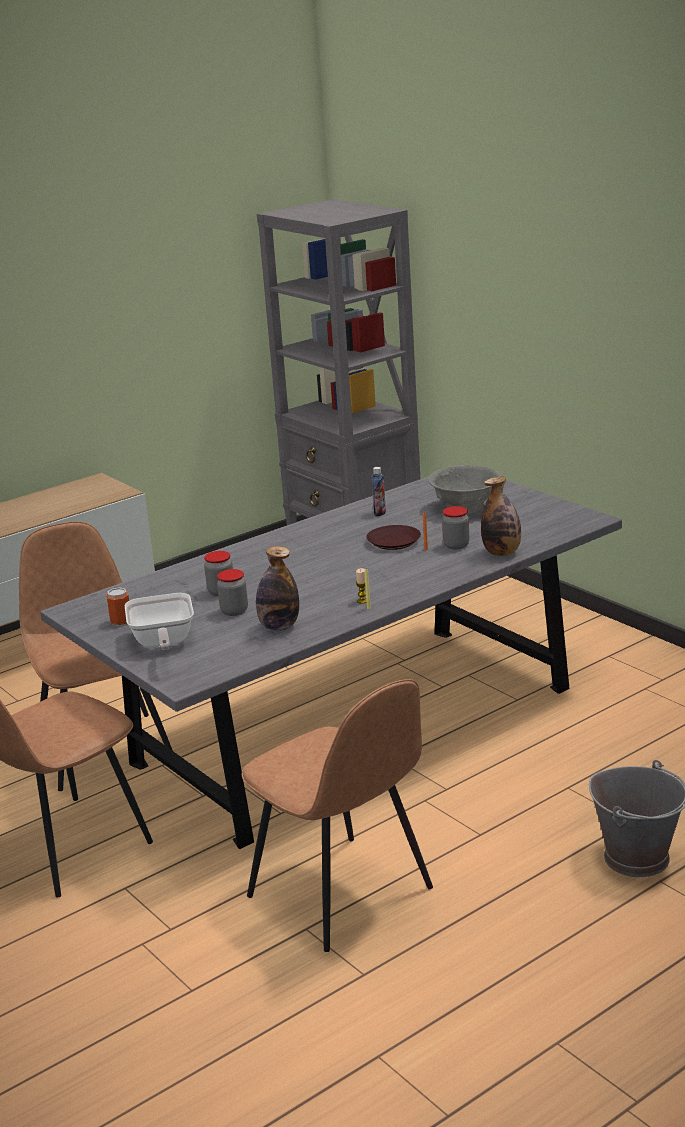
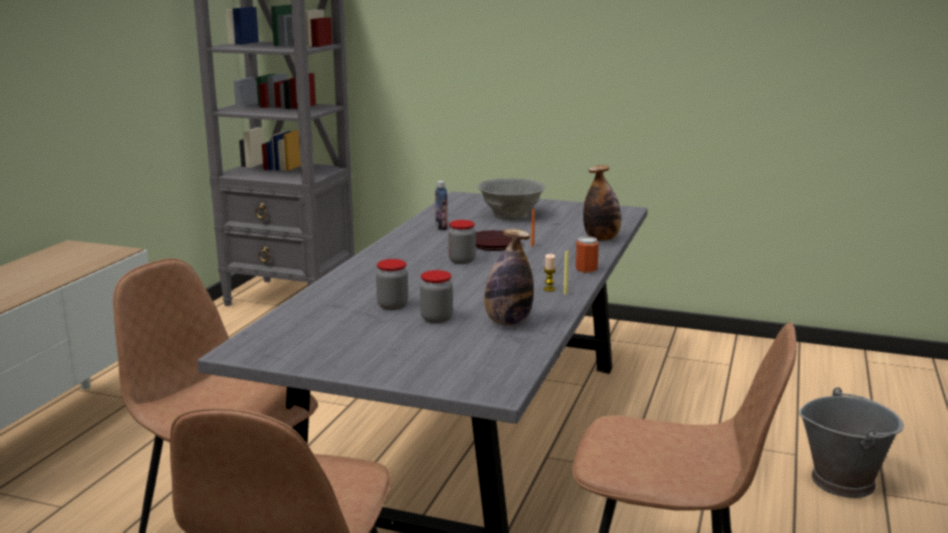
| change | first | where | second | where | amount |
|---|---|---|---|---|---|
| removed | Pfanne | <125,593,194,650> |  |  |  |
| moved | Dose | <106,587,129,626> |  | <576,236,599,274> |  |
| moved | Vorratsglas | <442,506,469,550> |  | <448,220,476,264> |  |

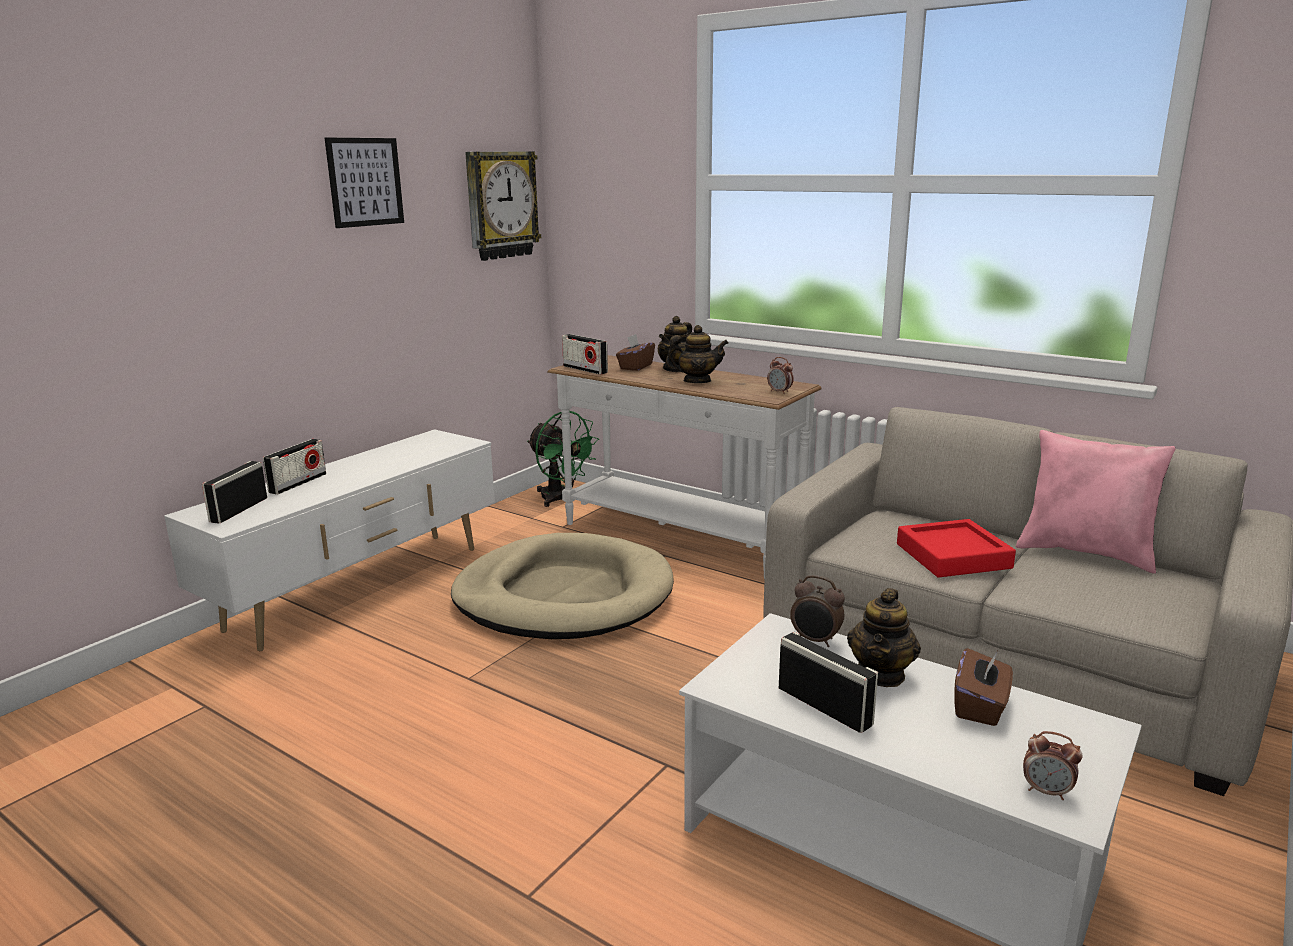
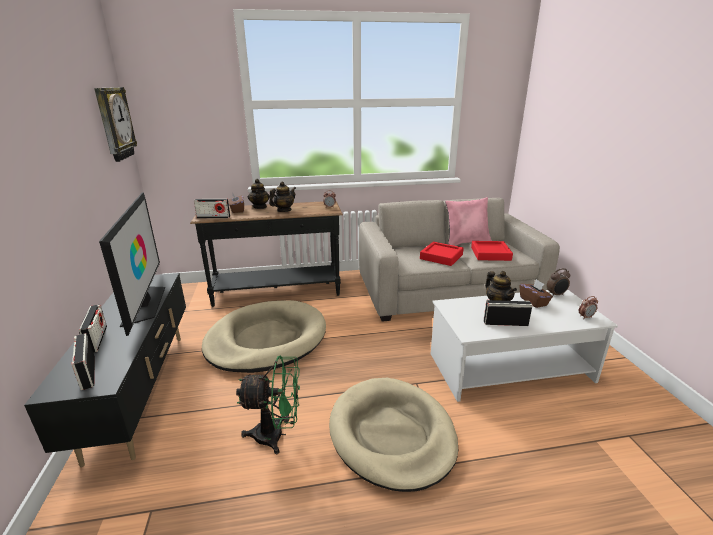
| change | first | where | second | where | amount |
|---|---|---|---|---|---|
| removed | Bild | <325,138,404,228> |  |  |  |
| added |  |  | Fernseher | <99,192,165,336> |  |
| added |  |  | Hundebett (beige) | <329,378,458,492> |  |
| added |  |  | Tablett (rot) | <471,241,513,261> |  |
| moved | Ventilator (grün) | <527,411,599,507> |  | <236,356,300,455> |  |
| moved | Wecker | <790,575,845,647> |  | <547,268,570,296> |  |
| recoloured | Fernsehschrank (weiß) | <164,429,495,651> | Fernsehschrank (schwarz) | <24,273,186,467> |  |
| recoloured | Konsolentisch (weiß) | <547,355,822,579> | Konsolentisch (schwarz) | <190,201,343,307> |  |

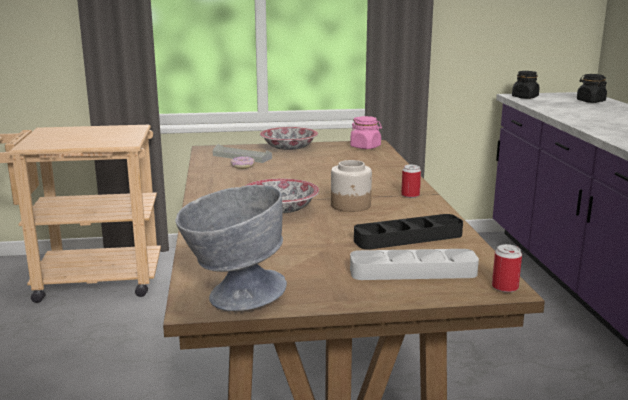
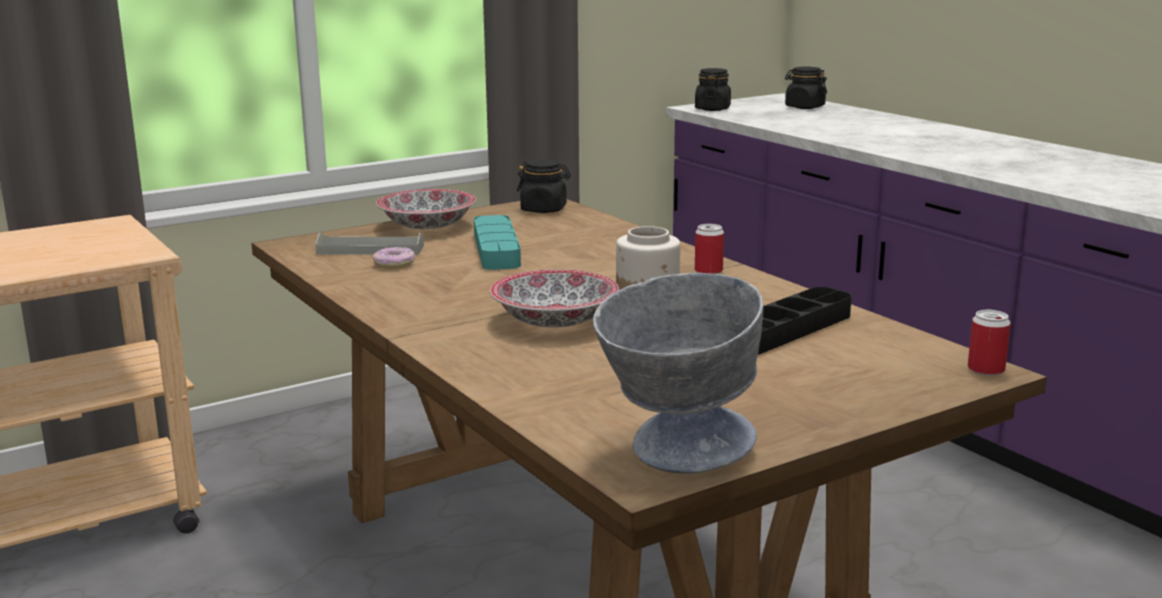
| change | first | where | second | where | amount |
|---|---|---|---|---|---|
| removed | Tablett (grau) | <350,249,479,280> |  |  |  |
| added |  |  | Tablett (türkis) | <474,215,521,270> |  |
| recoloured | Vorratsglas (rosa) | <350,116,382,149> | Vorratsglas (schwarz) | <517,159,571,213> |  |

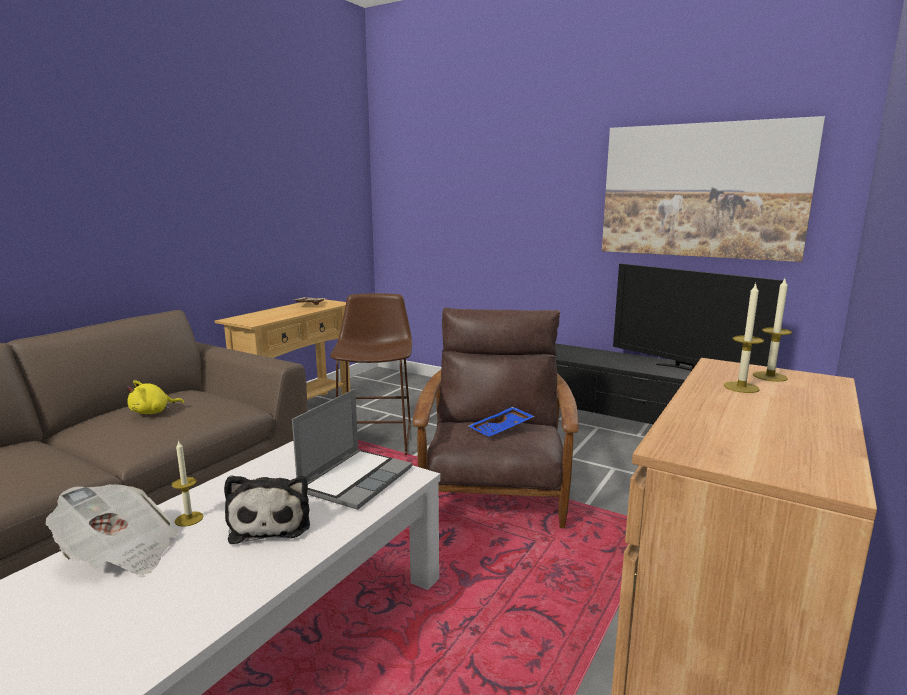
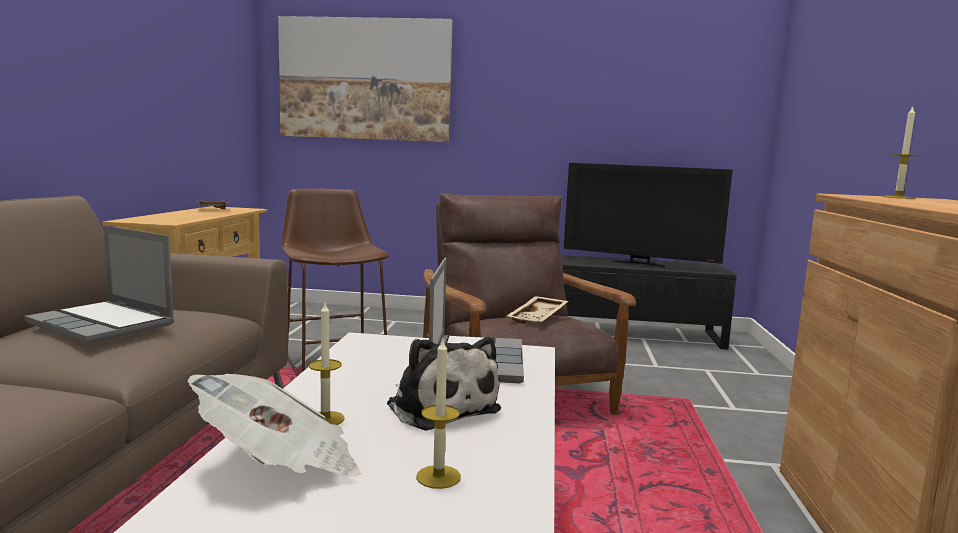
| change | first | where | second | where | amount |
|---|---|---|---|---|---|
| moved | Bild | <602,116,825,262> |  | <278,16,453,142> |  |
| moved | Kerze | <724,284,764,393> |  | <416,338,461,489> |  |
| replaced | Plüschtier (gelb) | <127,380,185,414> | Laptop | <24,225,175,344> |  |
| recoloured | Tablett (blau) | <469,407,535,437> | Tablett (beige) | <507,296,568,323> |  |

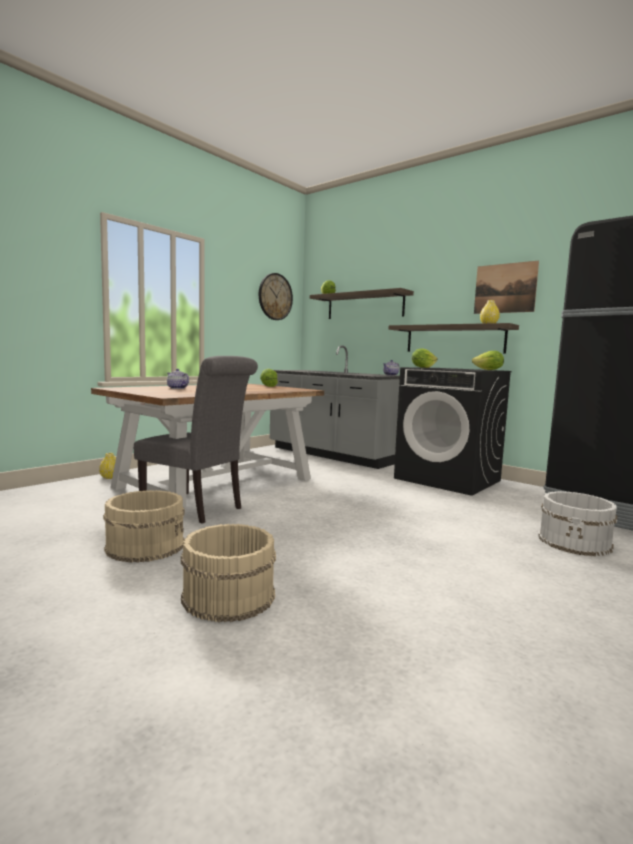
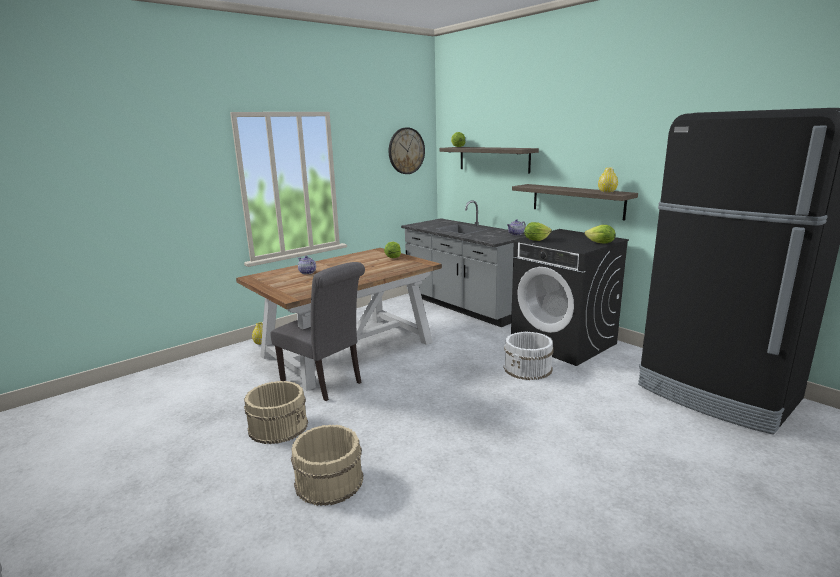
| change | first | where | second | where | amount |
|---|---|---|---|---|---|
| removed | Bild | <474,260,539,314> |  |  |  |
| moved | Eimer (weiß) | <538,491,617,556> |  | <504,332,554,380> |  |

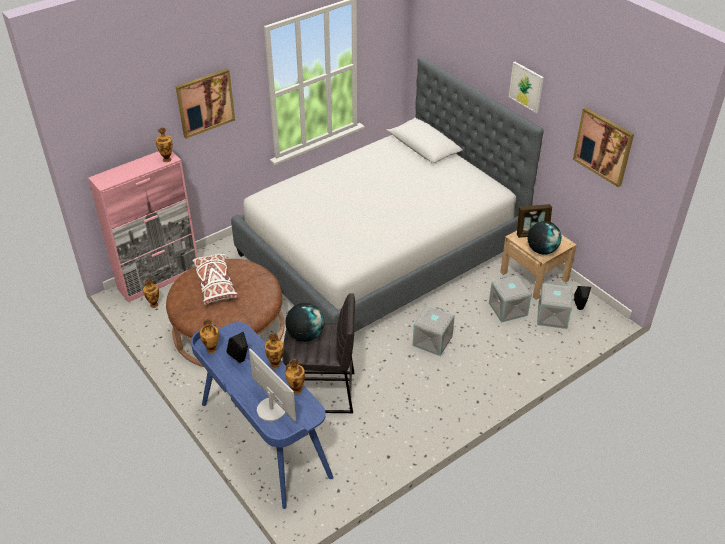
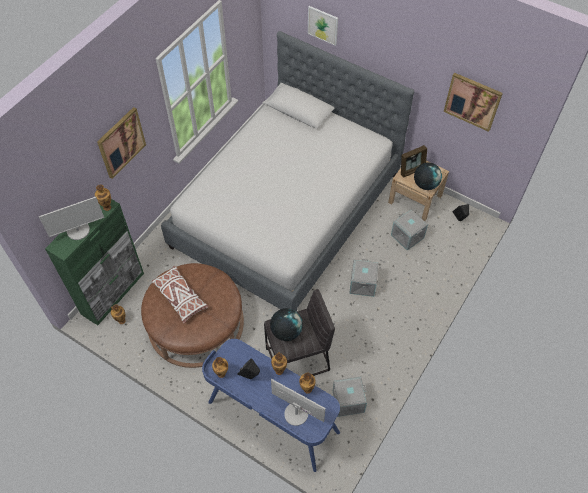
| change | first | where | second | where | amount |
|---|---|---|---|---|---|
| added |  |  | Monitor | <39,197,104,240> |  |
| moved | Bild | <509,62,544,113> |  | <308,6,338,46> |  |
| moved | Aufbewahrungsbox (grau) | <537,283,574,329> |  | <333,377,367,417> |  |
| recoloured | Schrank (rosa) | <88,151,198,303> | Schrank (grün) | <45,199,144,325> |  |

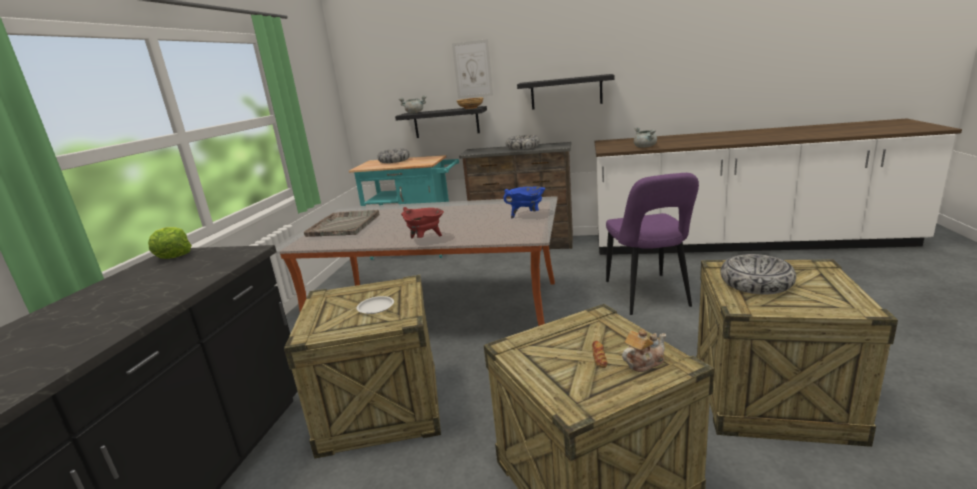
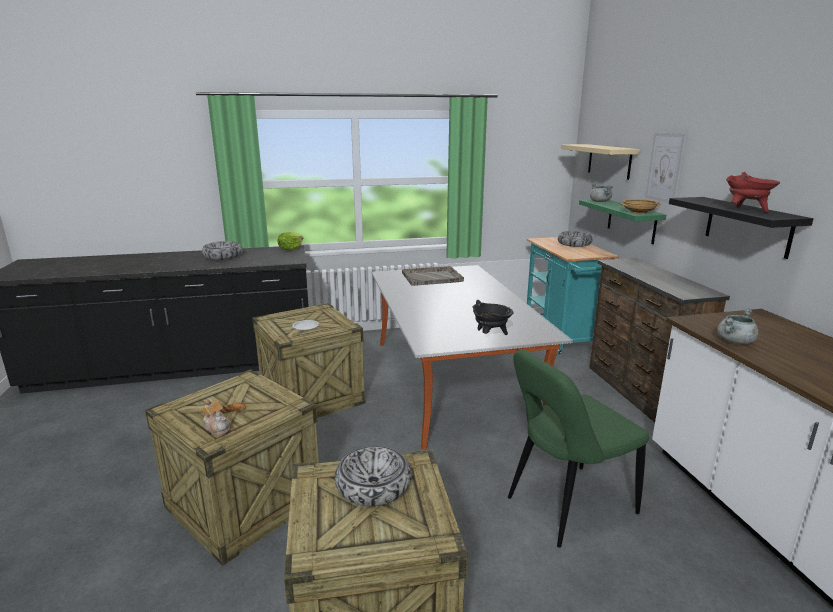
| change | first | where | second | where | amount |
|---|---|---|---|---|---|
| added |  |  | Wandregal (beige) | <561,144,640,180> |  |
| moved | Kochtopf (rot) | <401,207,444,239> |  | <726,172,780,213> |  |
| moved | Schüssel | <506,135,540,150> |  | <202,241,242,260> |  |
| recoloured | Wandregal (schwarz) | <395,106,487,138> | Wandregal (grün) | <579,199,666,244> |  |
| recoloured | Kochtopf (blau) | <503,186,545,218> | Kochtopf (schwarz) | <472,300,514,335> |  |
| recoloured | Stuhl (lila) | <606,173,699,315> | Stuhl (grün) | <508,349,649,548> |  |

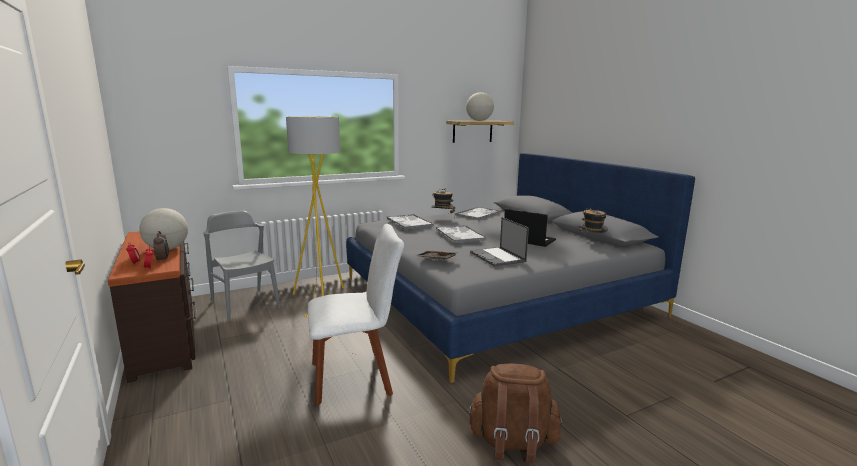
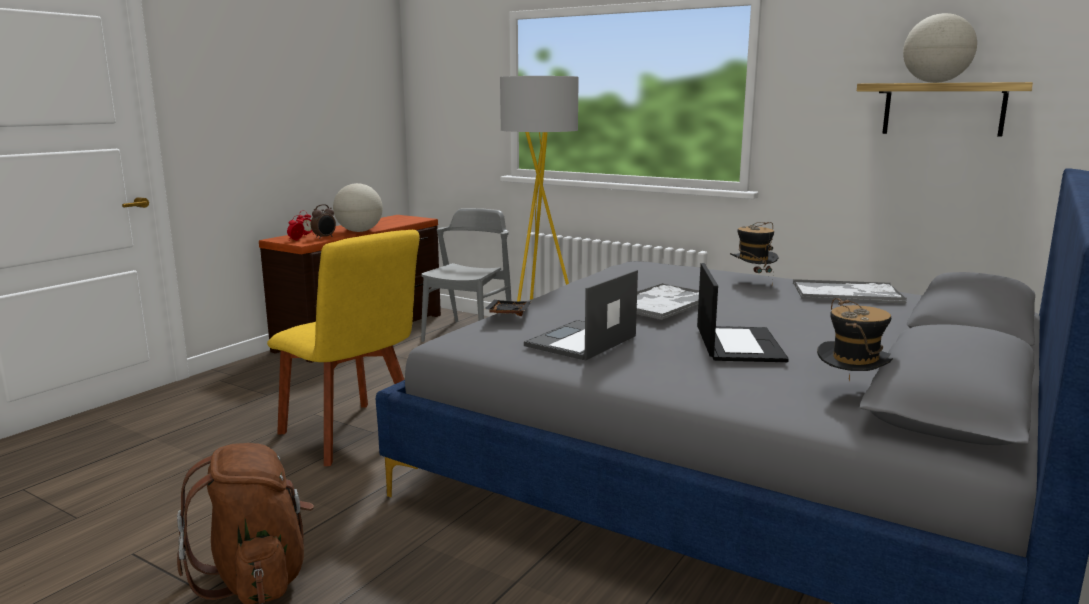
| change | first | where | second | where | amount |
|---|---|---|---|---|---|
| removed | Tablett | <387,214,434,230> |  |  |  |
| recoloured | Stuhl (weiß) | <308,224,404,406> | Stuhl (gelb) | <267,230,420,466> |  |

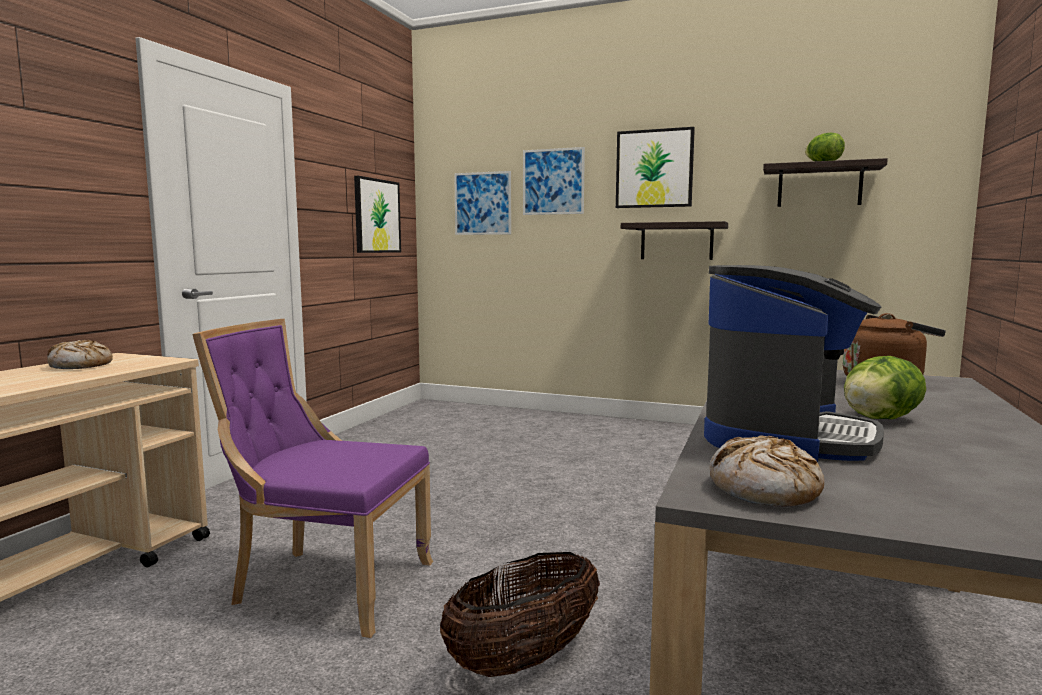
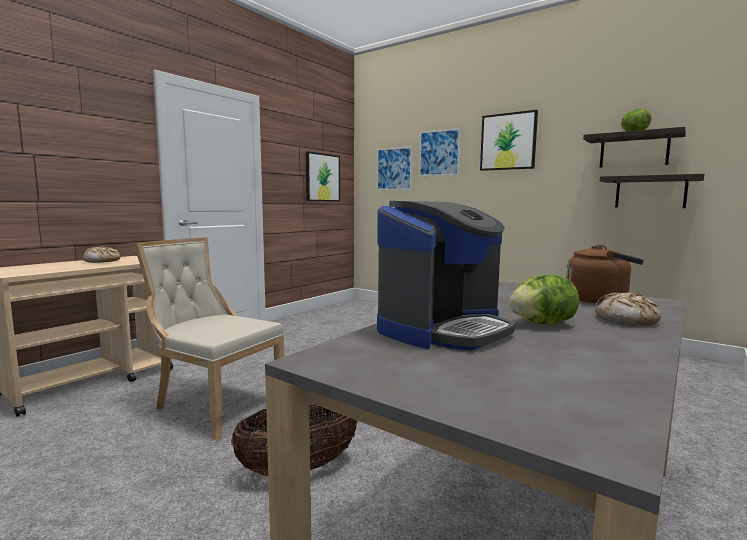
| change | first | where | second | where | amount |
|---|---|---|---|---|---|
| moved | Wandregal | <621,221,728,260> |  | <600,174,705,208> |  |
| moved | Brot | <710,435,824,507> |  | <595,292,661,326> |  |
| recoloured | Stuhl (lila) | <192,319,433,638> | Stuhl (beige) | <134,238,284,440> |  |

